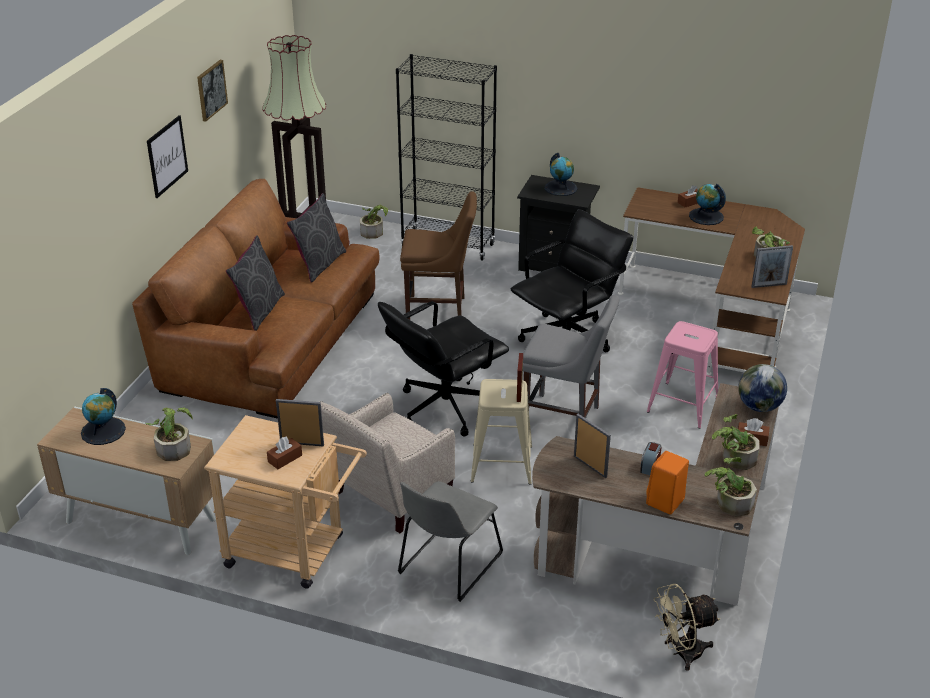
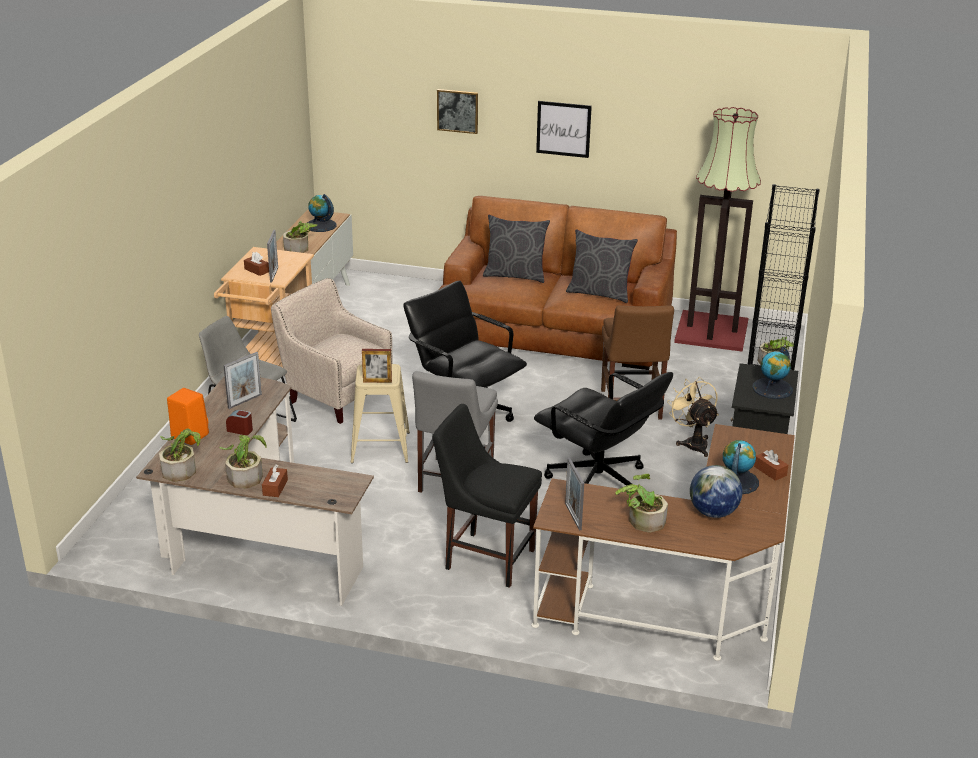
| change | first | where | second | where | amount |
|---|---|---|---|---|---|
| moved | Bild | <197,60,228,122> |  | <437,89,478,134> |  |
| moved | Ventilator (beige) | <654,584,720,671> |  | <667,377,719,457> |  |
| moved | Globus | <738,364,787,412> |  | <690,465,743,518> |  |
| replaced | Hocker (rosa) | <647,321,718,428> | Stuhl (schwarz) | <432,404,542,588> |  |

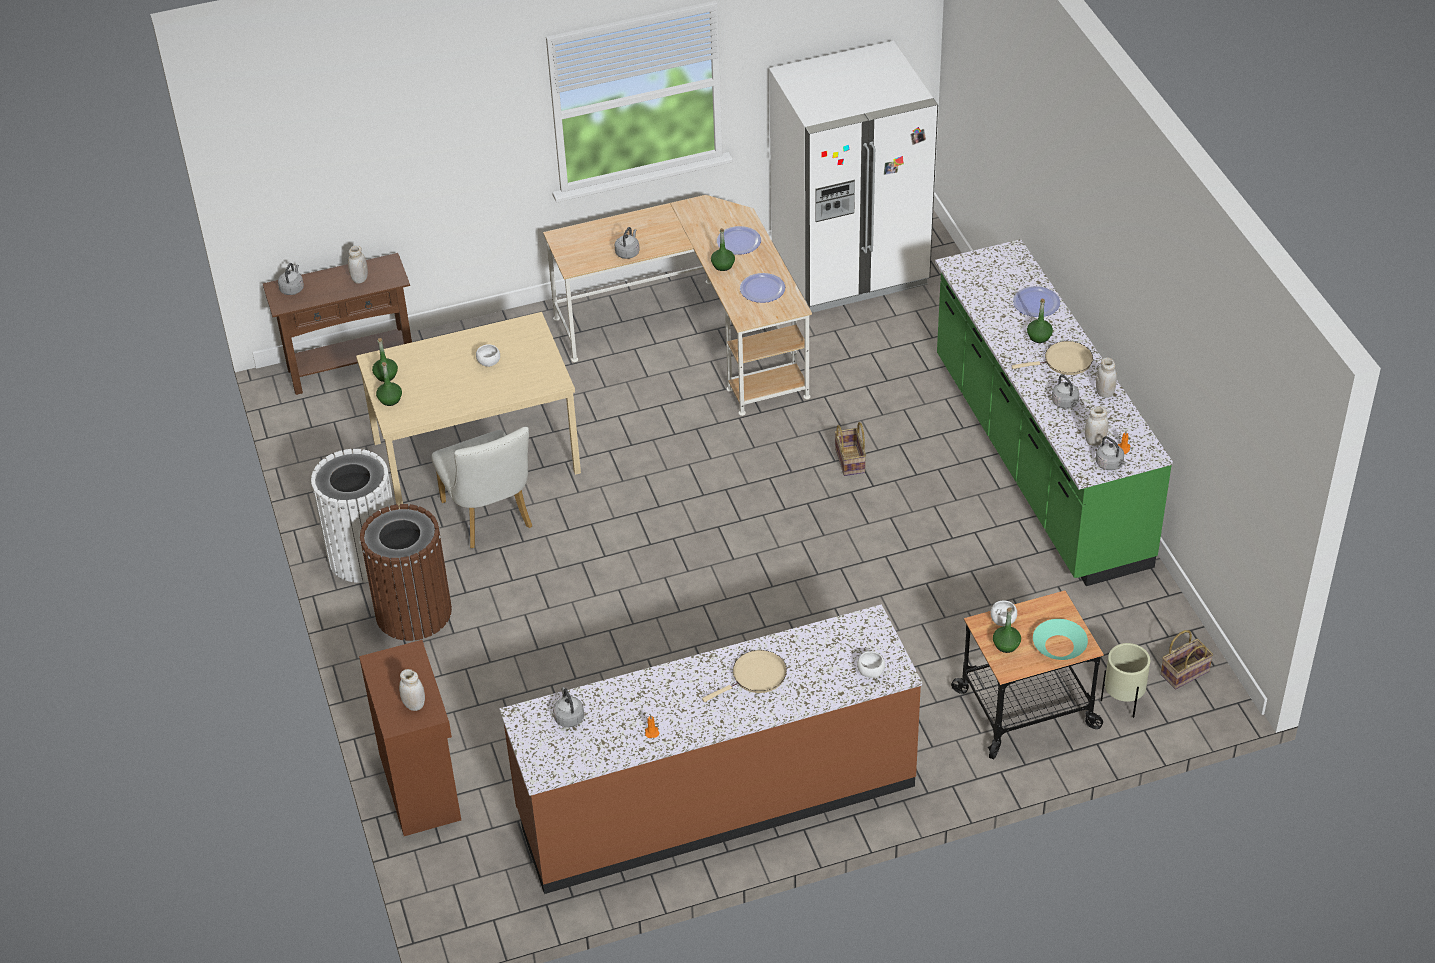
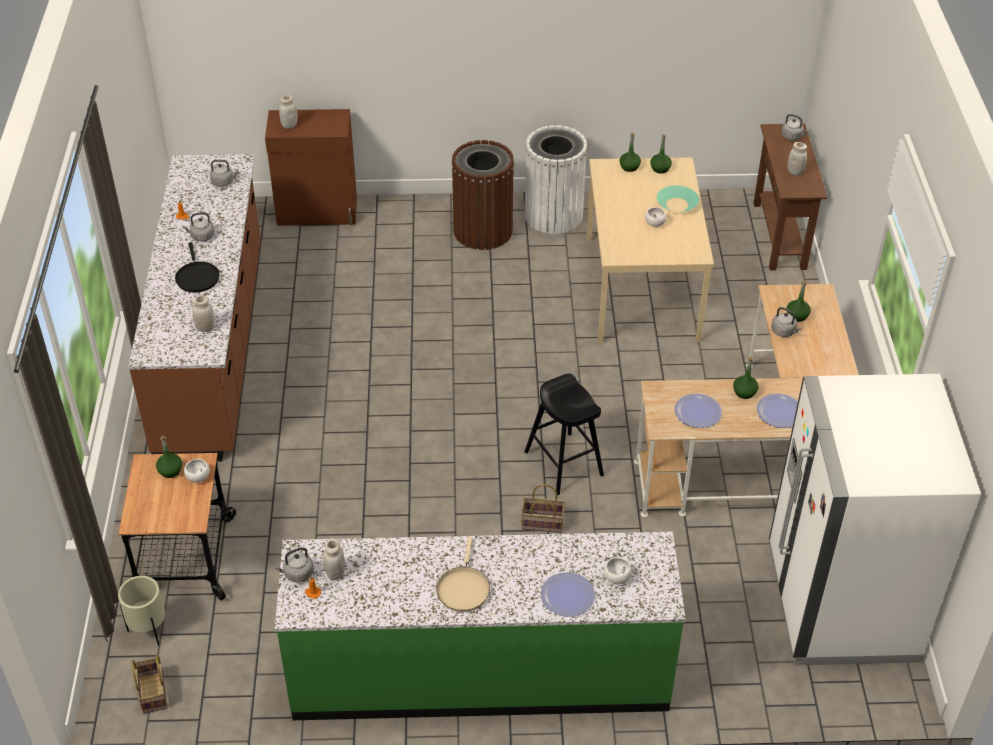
| change | first | where | second | where | amount |
|---|---|---|---|---|---|
| removed | Stuhl (weiß) | <431,427,532,548> |  |  |  |
| added |  |  | Hocker (schwarz) | <524,374,604,495> |  |
| moved | Schüssel (weiß) | <857,651,885,678> |  | <604,557,632,584> |  |
| moved | Flasche (grün) | <1027,299,1053,343> |  | <787,281,811,322> |  |
| moved | Schüssel (türkis) | <1033,619,1088,660> |  | <657,185,699,212> |  |
| moved | Wasserkessel (grau) | <1052,375,1079,409> |  | <182,212,215,242> |  |
| moved | Vorratsglas (weiß) | <1096,357,1117,398> |  | <192,296,215,332> |  |
| recoloured | Pfanne (beige) | <702,650,787,702> | Pfanne (schwarz) | <175,242,219,292> |  |

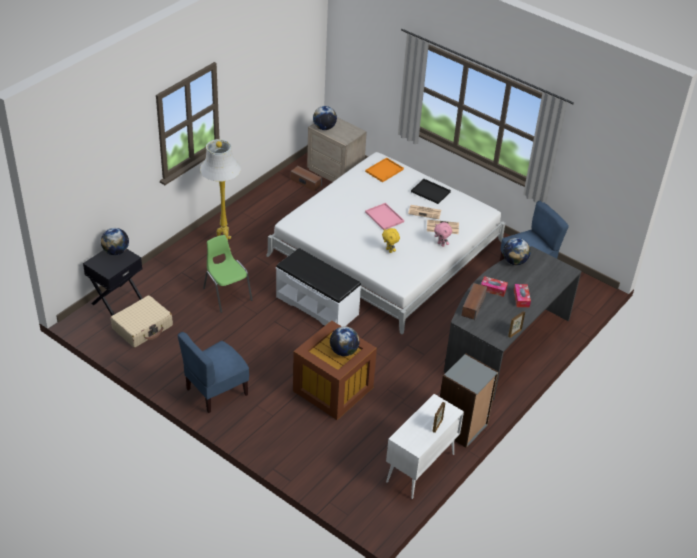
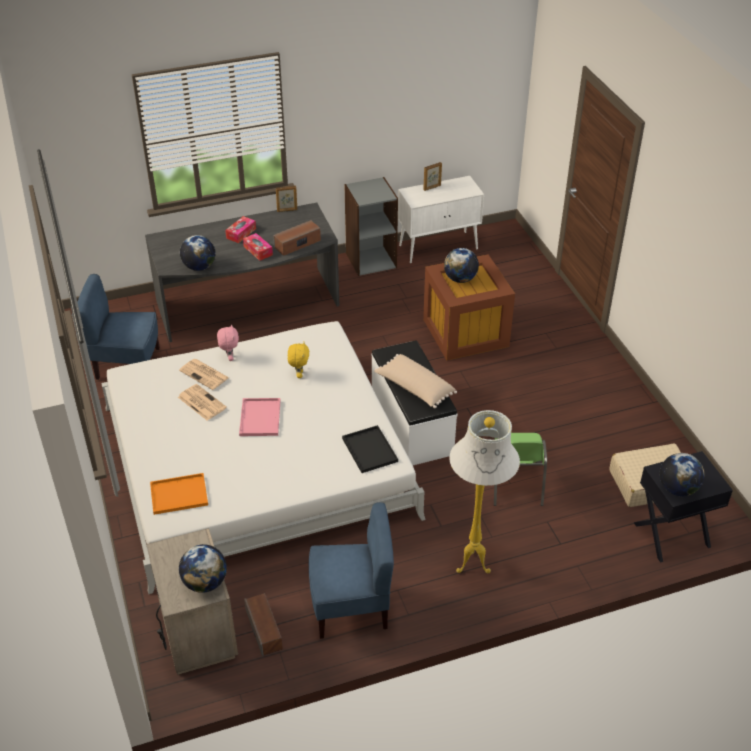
| change | first | where | second | where | amount |
|---|---|---|---|---|---|
| added |  |  | Kissen (beige) | <374,354,457,408> |  |
| moved | Stuhl (blau) | <177,332,249,413> |  | <309,502,394,639> |  |
| moved | Tablett (schwarz) | <411,179,451,204> |  | <342,425,398,473> |  |

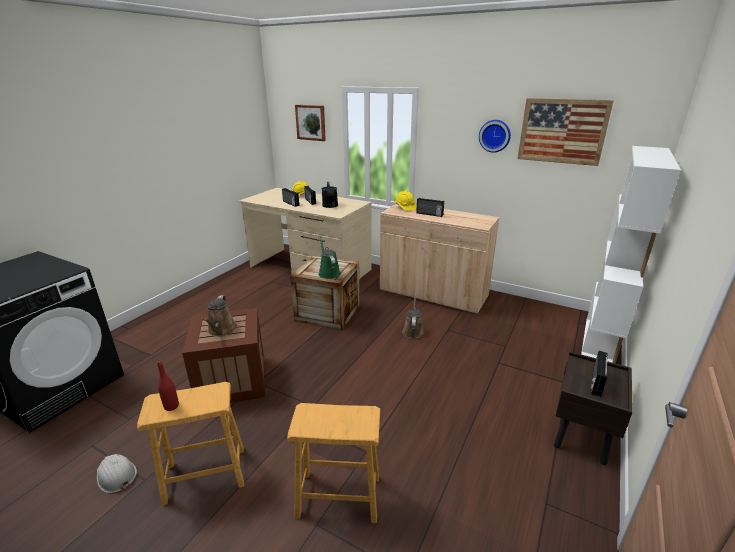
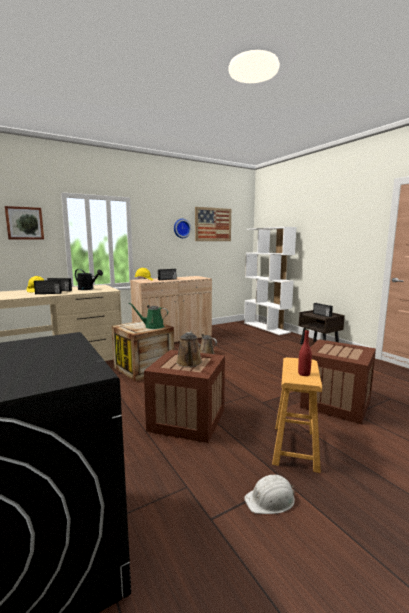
| change | first | where | second | where | amount |
|---|---|---|---|---|---|
| replaced | Hocker (braun) | <287,403,380,523> | Kiste | <300,339,376,424> |  |
| turned | Gießkanne (braun) | <203,295,237,337> |  | <176,332,202,367> | 60 degrees clockwise |

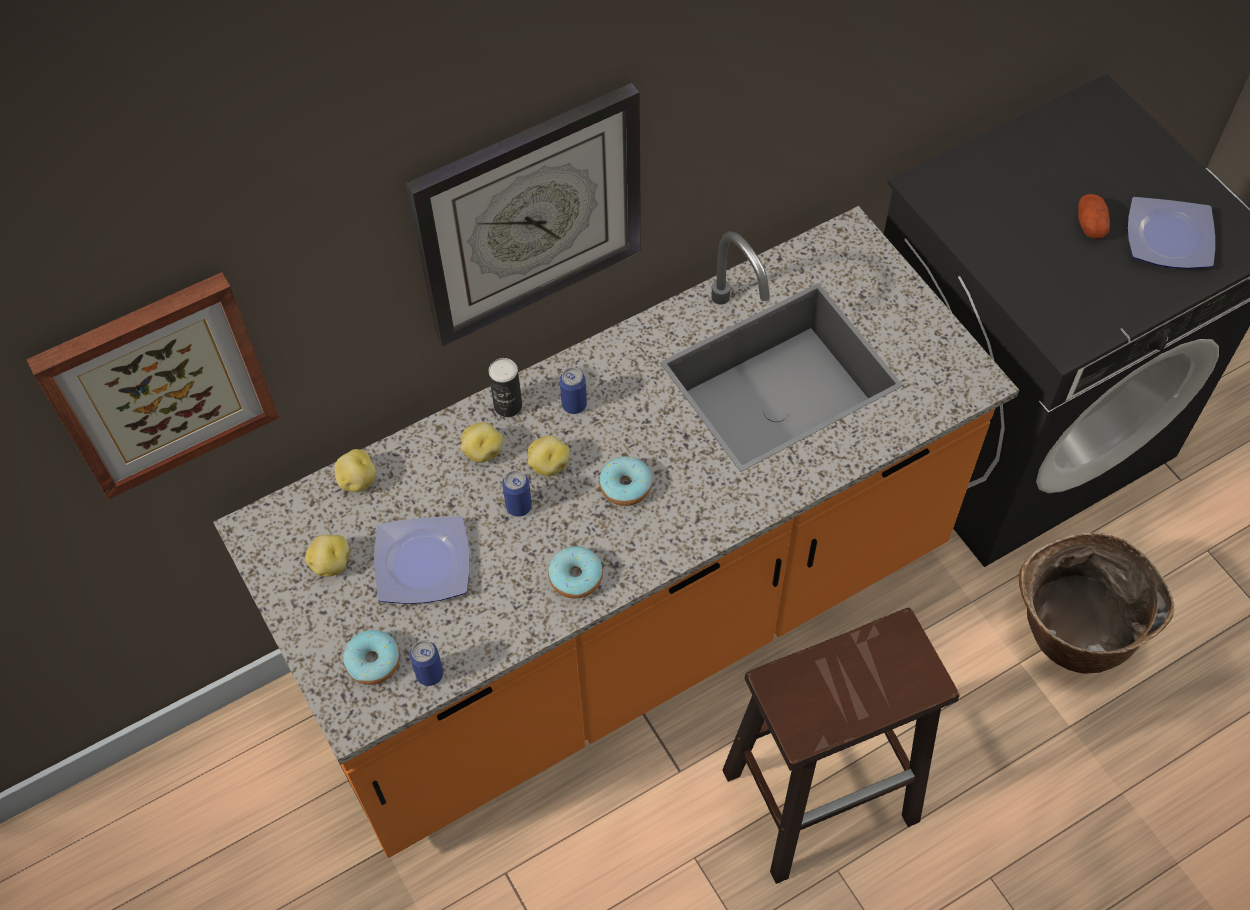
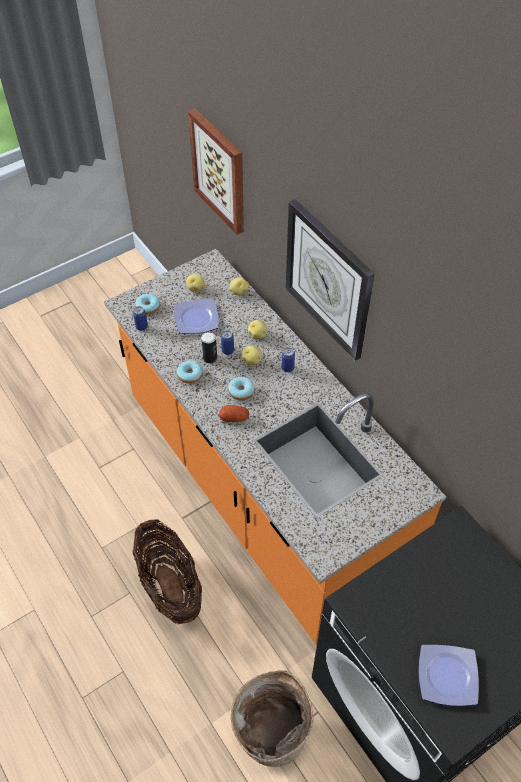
| change | first | where | second | where | amount |
|---|---|---|---|---|---|
| moved | Dose | <488,358,522,417> |  | <201,332,217,363> |  |
| moved | Kartoffel | <1078,194,1110,239> |  | <219,405,249,422> |  |
| replaced | Hocker (braun) | <722,608,960,884> | Korb | <133,519,202,624> |  |

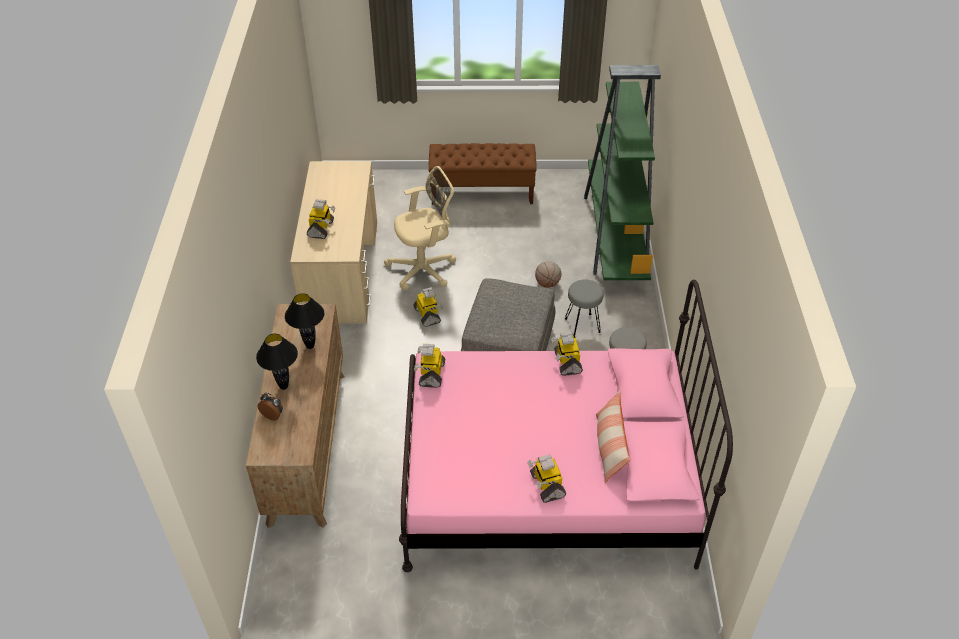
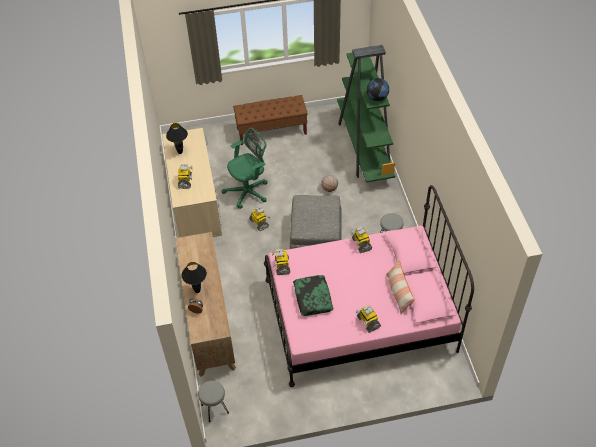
| change | first | where | second | where | amount |
|---|---|---|---|---|---|
| added |  |  | Kissen | <293,275,333,316> |  |
| added |  |  | Globus | <367,78,389,101> |  |
| moved | Tischlampe (schwarz) | <285,293,324,349> |  | <166,123,188,154> |  |
| moved | Hocker (grau) | <565,280,604,338> |  | <198,381,229,422> |  |
| recoloured | Bürostuhl (beige) | <384,166,456,290> | Bürostuhl (grün) | <222,127,268,209> |  |

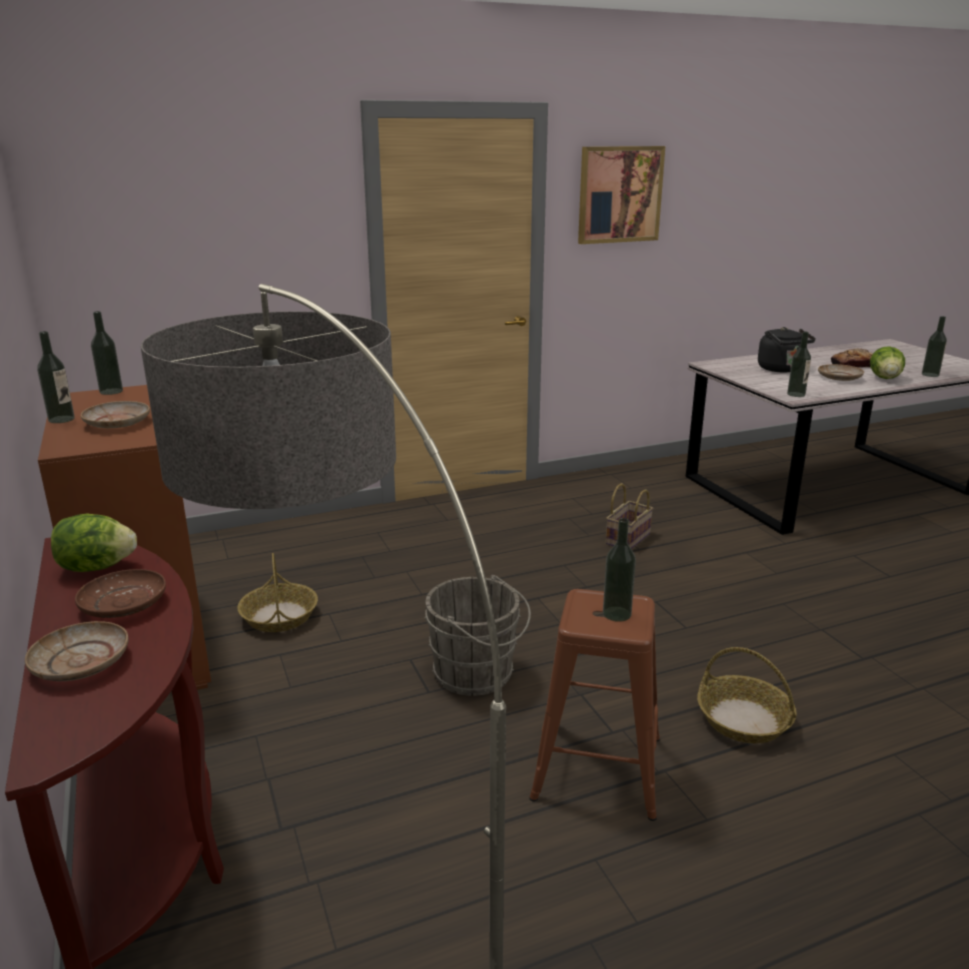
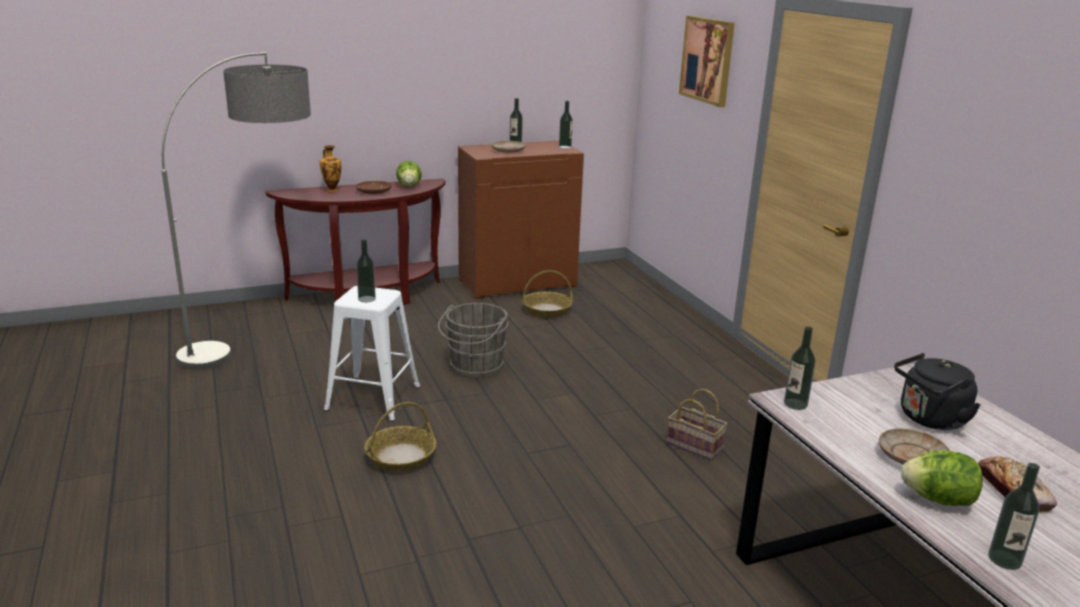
| change | first | where | second | where | amount |
|---|---|---|---|---|---|
| moved | Bild | <578,146,666,244> |  | <679,16,735,107> |  |
| replaced | Teller (beige) | <25,621,128,681> | Vase | <320,145,341,193> |  |
| recoloured | Hocker (braun) | <529,589,660,821> | Hocker (weiß) | <324,286,420,422> |  |

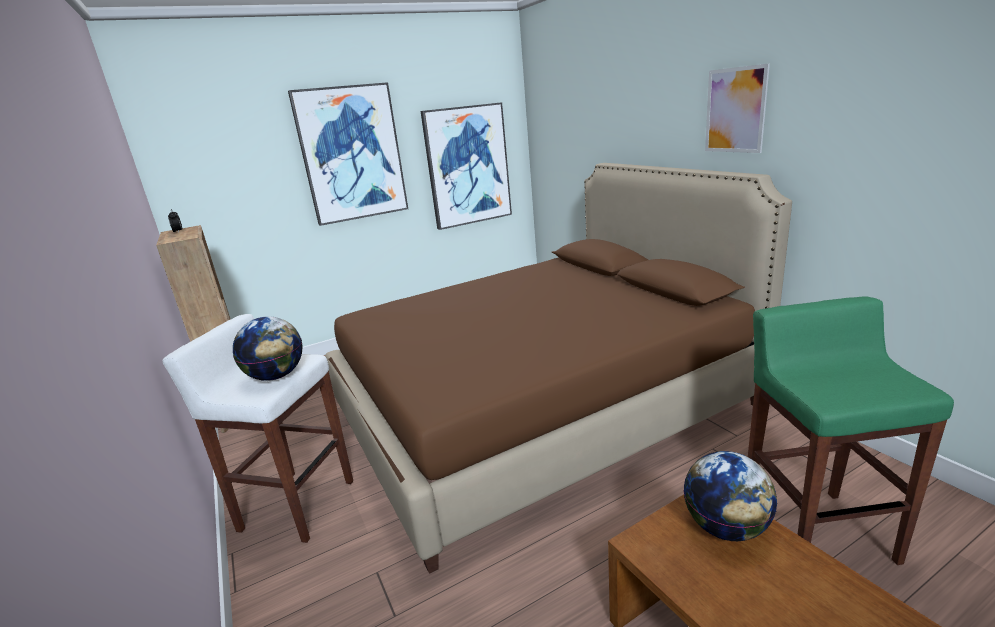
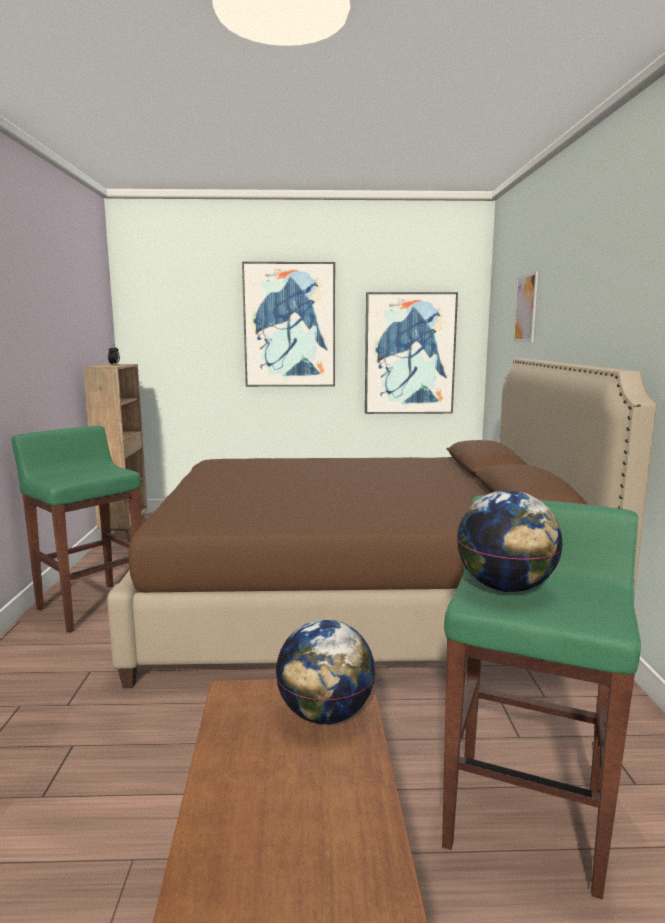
| change | first | where | second | where | amount |
|---|---|---|---|---|---|
| moved | Globus | <233,316,303,381> |  | <457,490,563,592> |  |
| moved | Bild | <705,63,770,153> |  | <513,271,538,342> |  |
| recoloured | Hocker (weiß) | <162,314,353,543> | Hocker (grün) | <11,426,142,633> |  |

